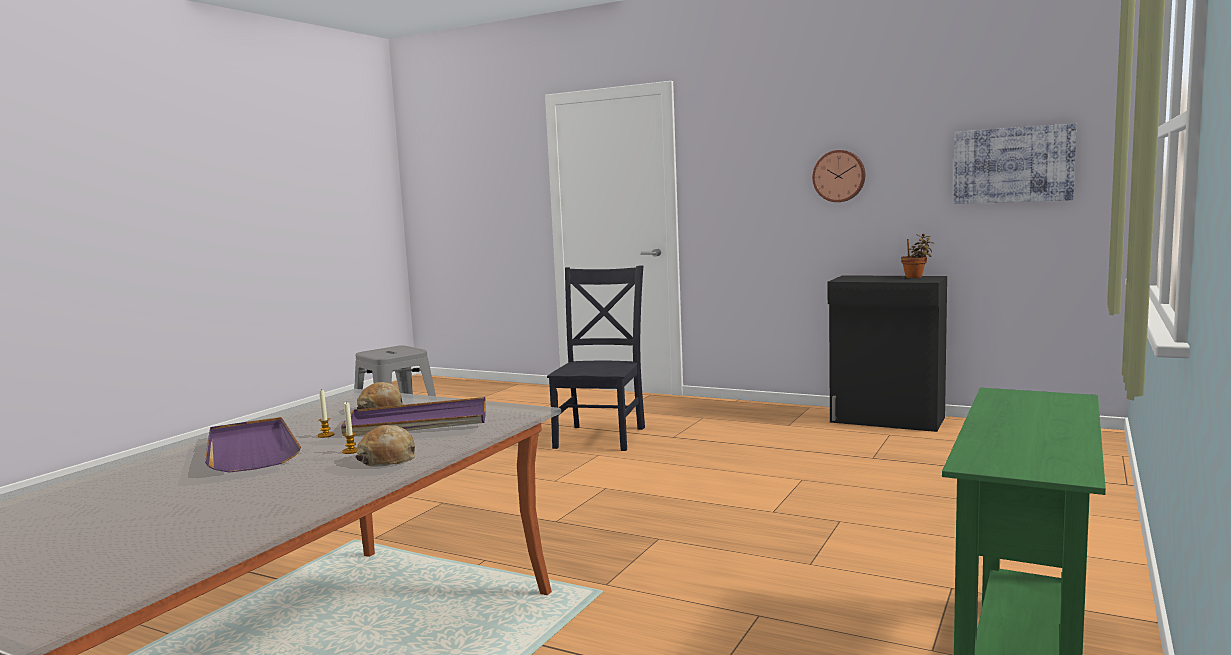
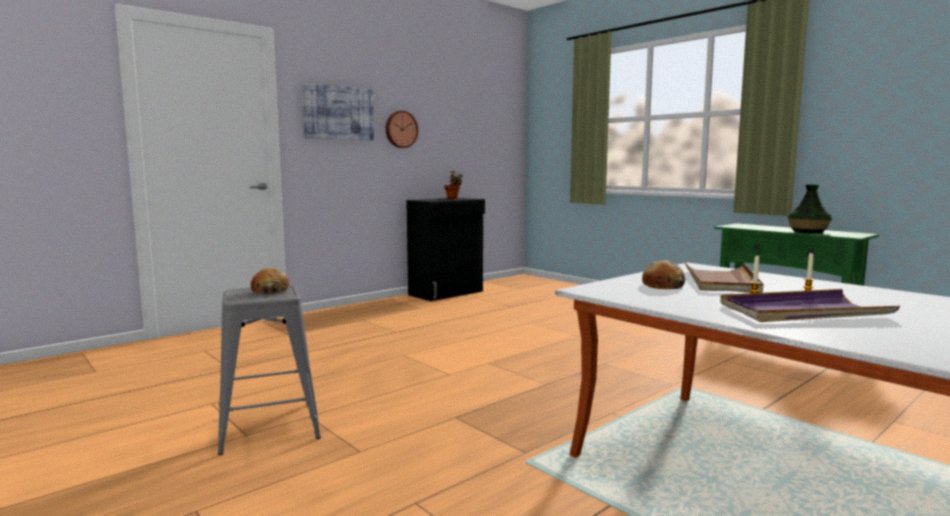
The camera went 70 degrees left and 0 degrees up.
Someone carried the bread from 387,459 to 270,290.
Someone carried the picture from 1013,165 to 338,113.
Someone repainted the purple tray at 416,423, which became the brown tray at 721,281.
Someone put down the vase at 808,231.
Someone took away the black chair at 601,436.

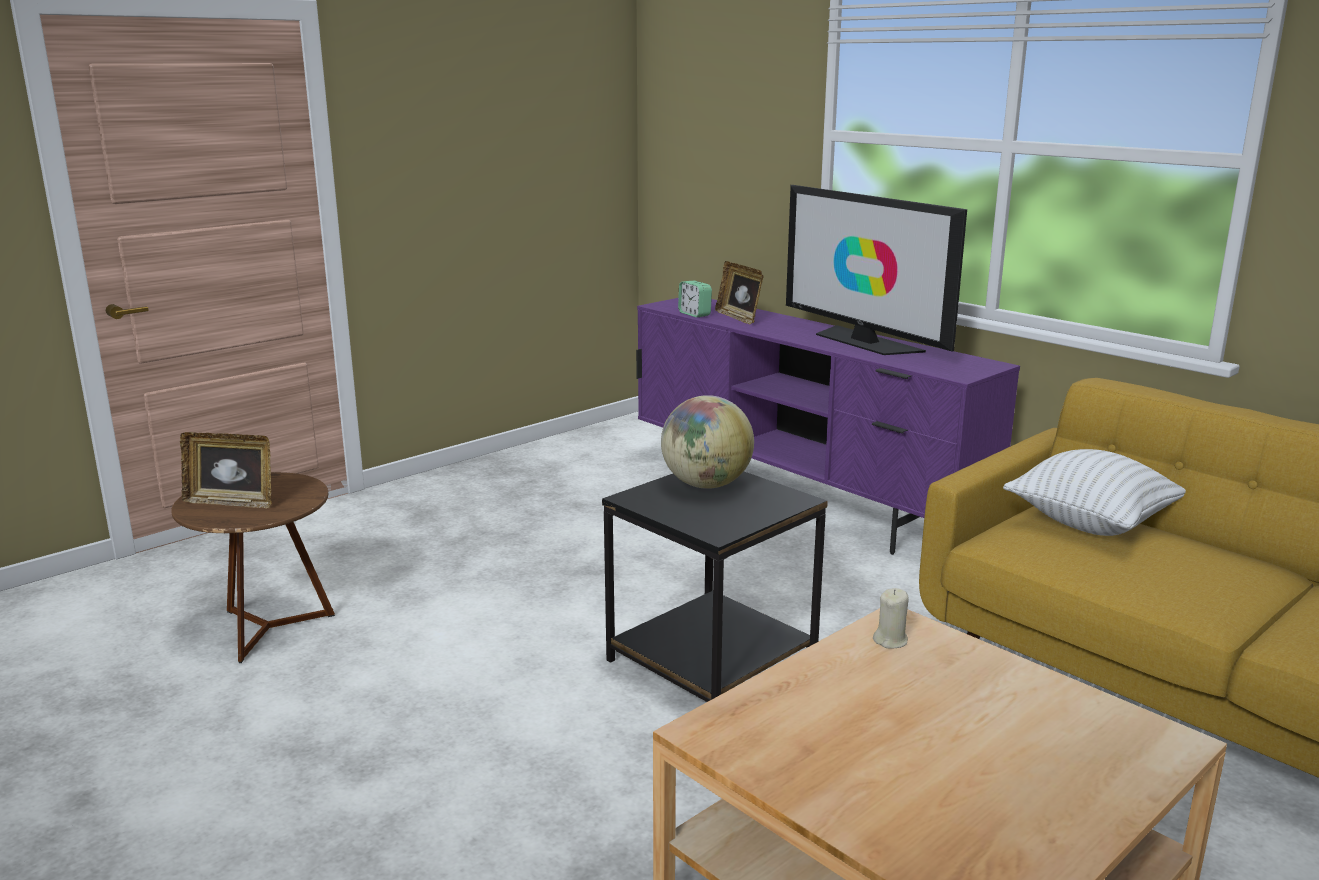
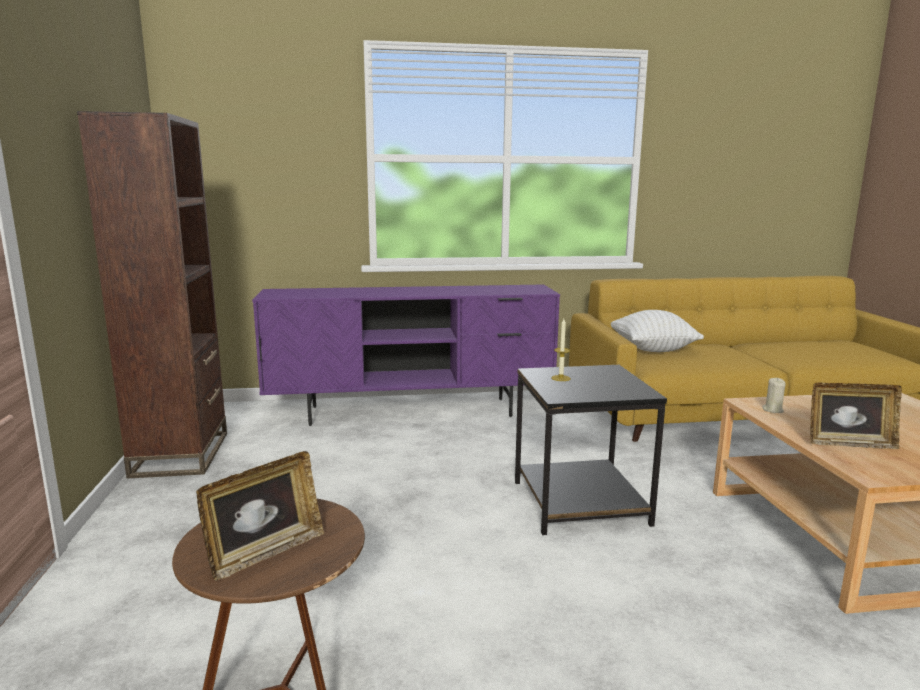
The camera went 55 degrees left and 5 degrees down.
Someone put down the brown bookcase at 181,454.
Someone swapped the globe at 706,485 for the candle at 561,378.
Someone carried the picture frame from 739,317 to 849,444.
Someone took away the alarm clock at 694,314.
Someone took away the television at 864,342.

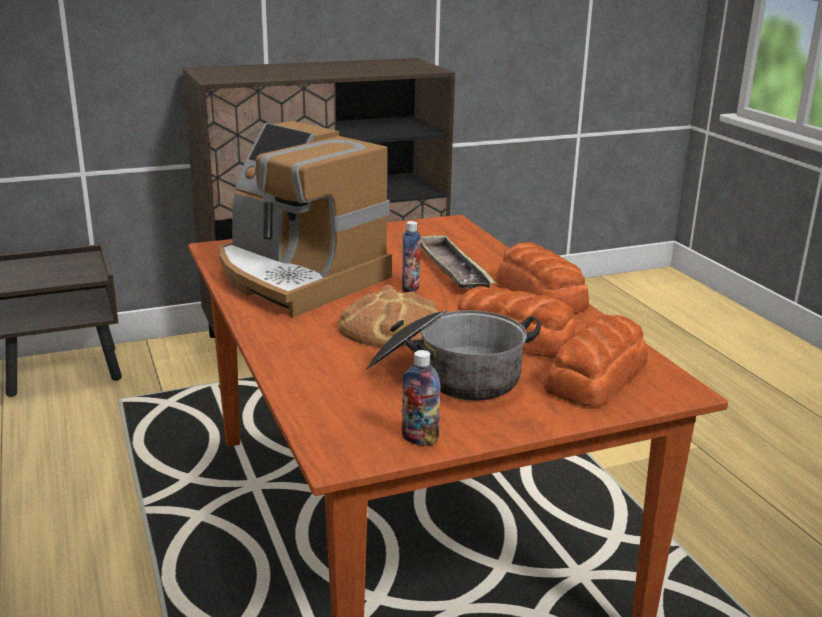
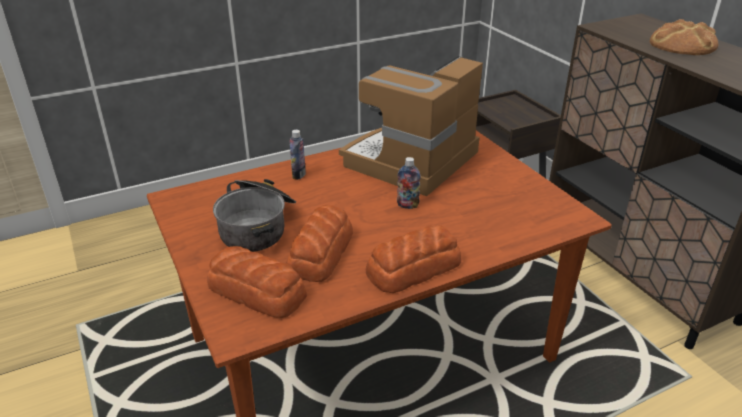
The camera went 85 degrees right and 10 degrees up.
Someone carried the bottle from 419,439 to 299,175.
Someone carried the bread from 389,326 to 683,45.
Someone took away the tray at 452,269.

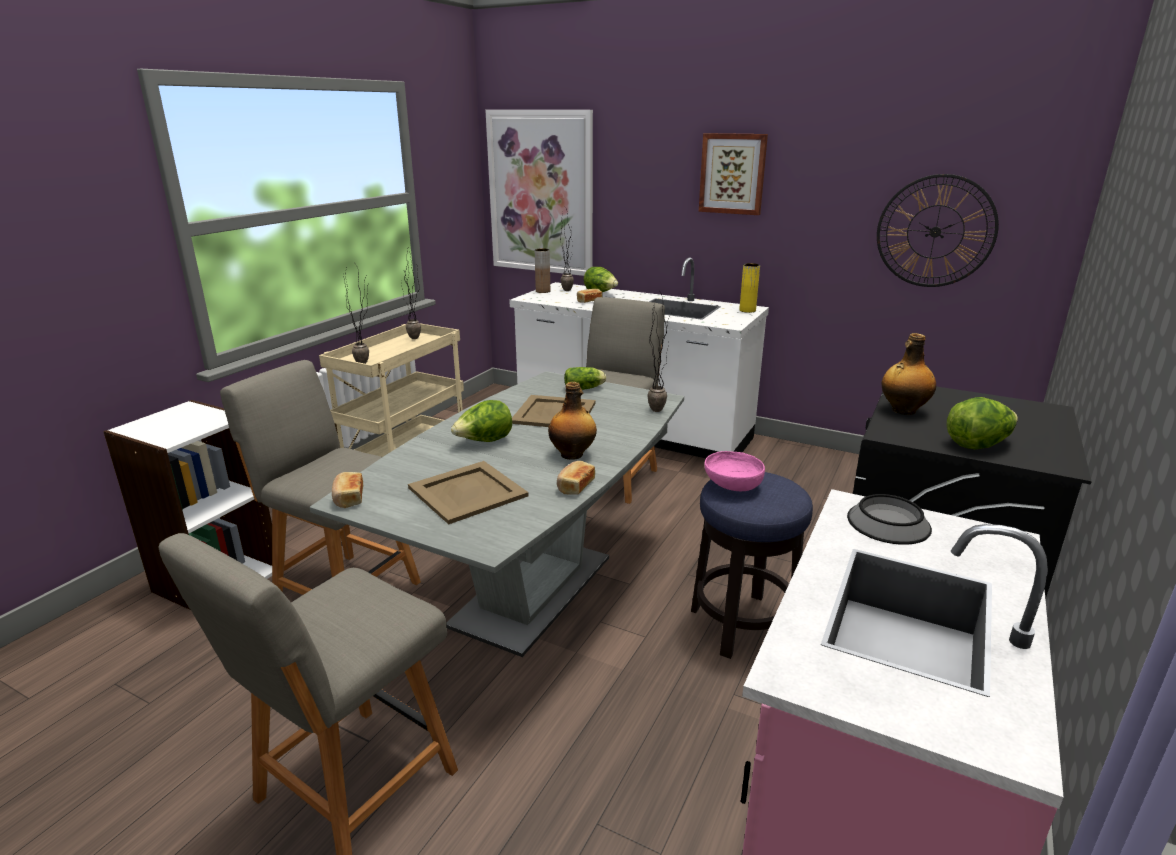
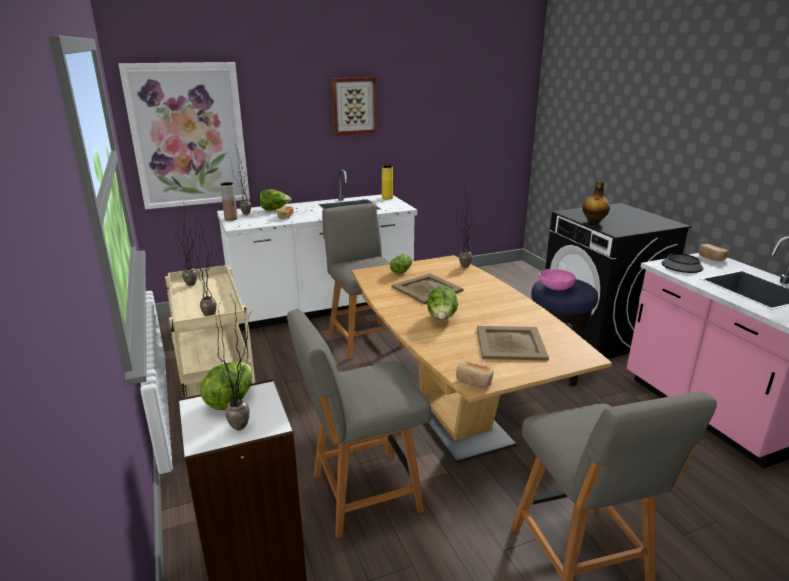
The camera went 50 degrees left and 0 degrees up.
Someone carried the lettuce from 977,444 to 230,400.
Someone put down the potted plant at 247,426.
Someone repainted the grey dining table at 533,591, which became the brown dining table at 454,416.
Someone carried the bread from 575,486 to 711,257.
Someone took away the bottle at 572,455.
Someone took away the wall clock at 935,231.

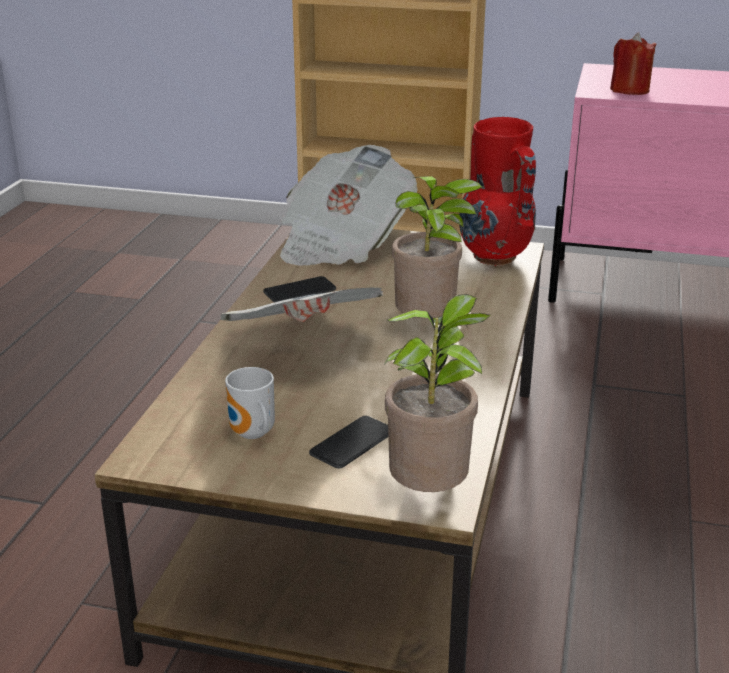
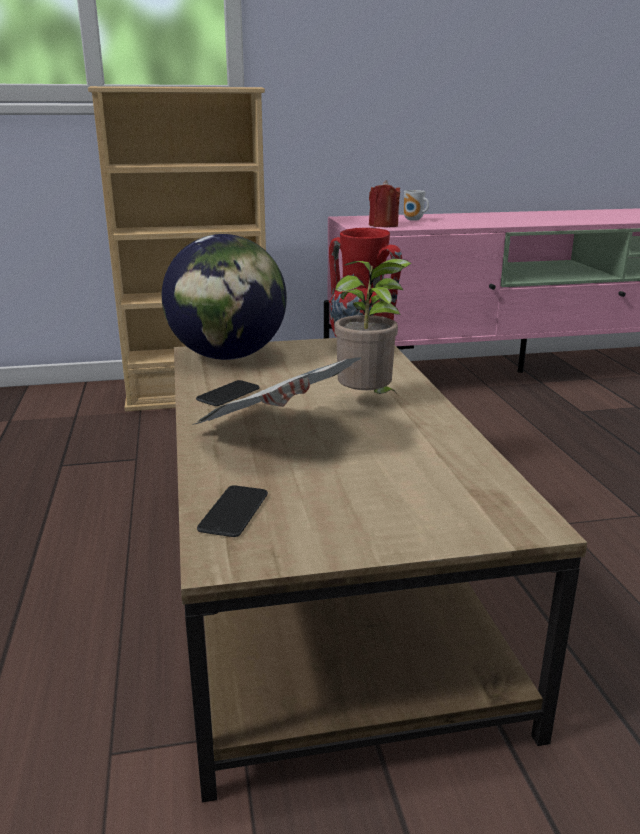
The camera went 25 degrees left and 5 degrees down.
Someone swapped the newspaper at 342,243 for the globe at 227,356.
Someone carried the phone from 352,443 to 234,512.
Someone carried the mug from 252,435 to 414,220.
Someone took away the potted plant at 432,494.

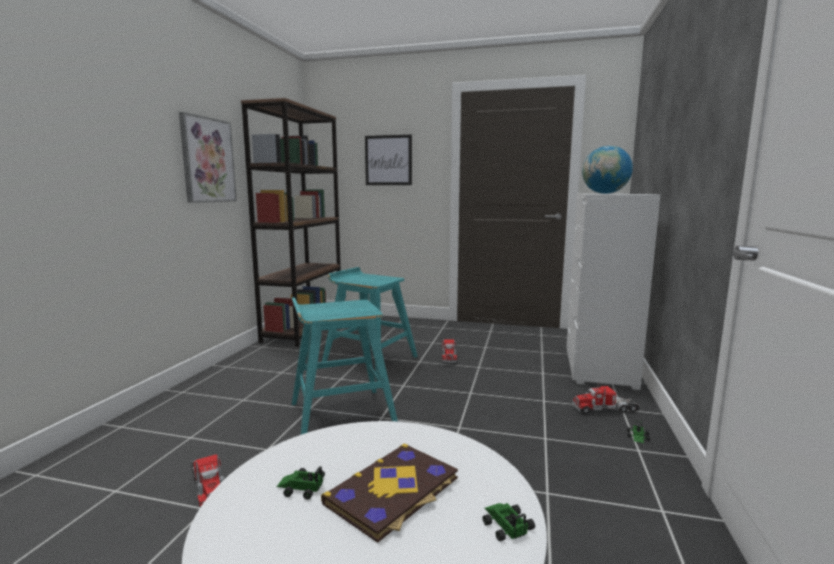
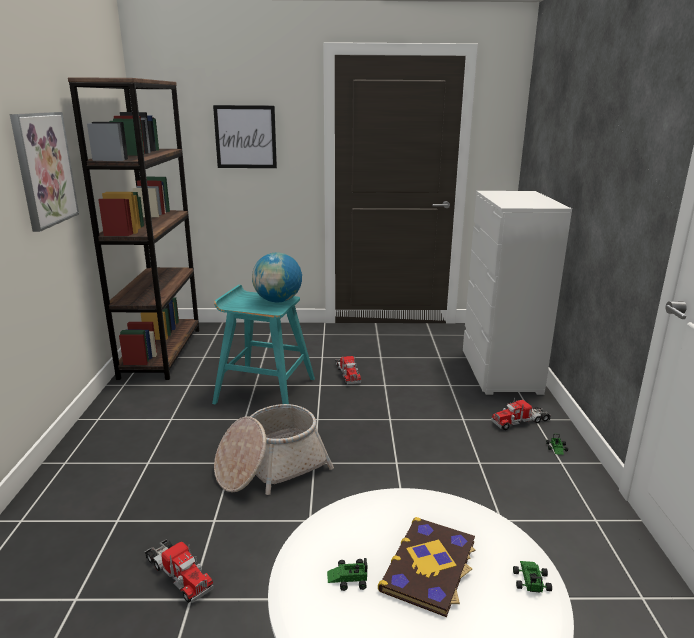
The camera went 15 degrees left and 10 degrees up.
Someone swapped the turquoise stool at 340,416 for the basket at 270,467.
Someone carried the globe from 605,193 to 278,301.
Someone rotated the toy car at 504,522 by 45 degrees clockwise.

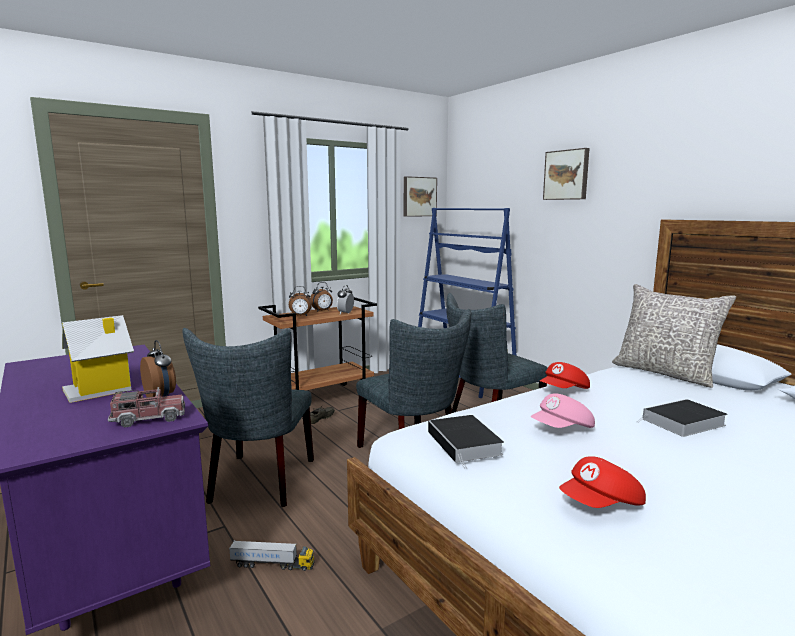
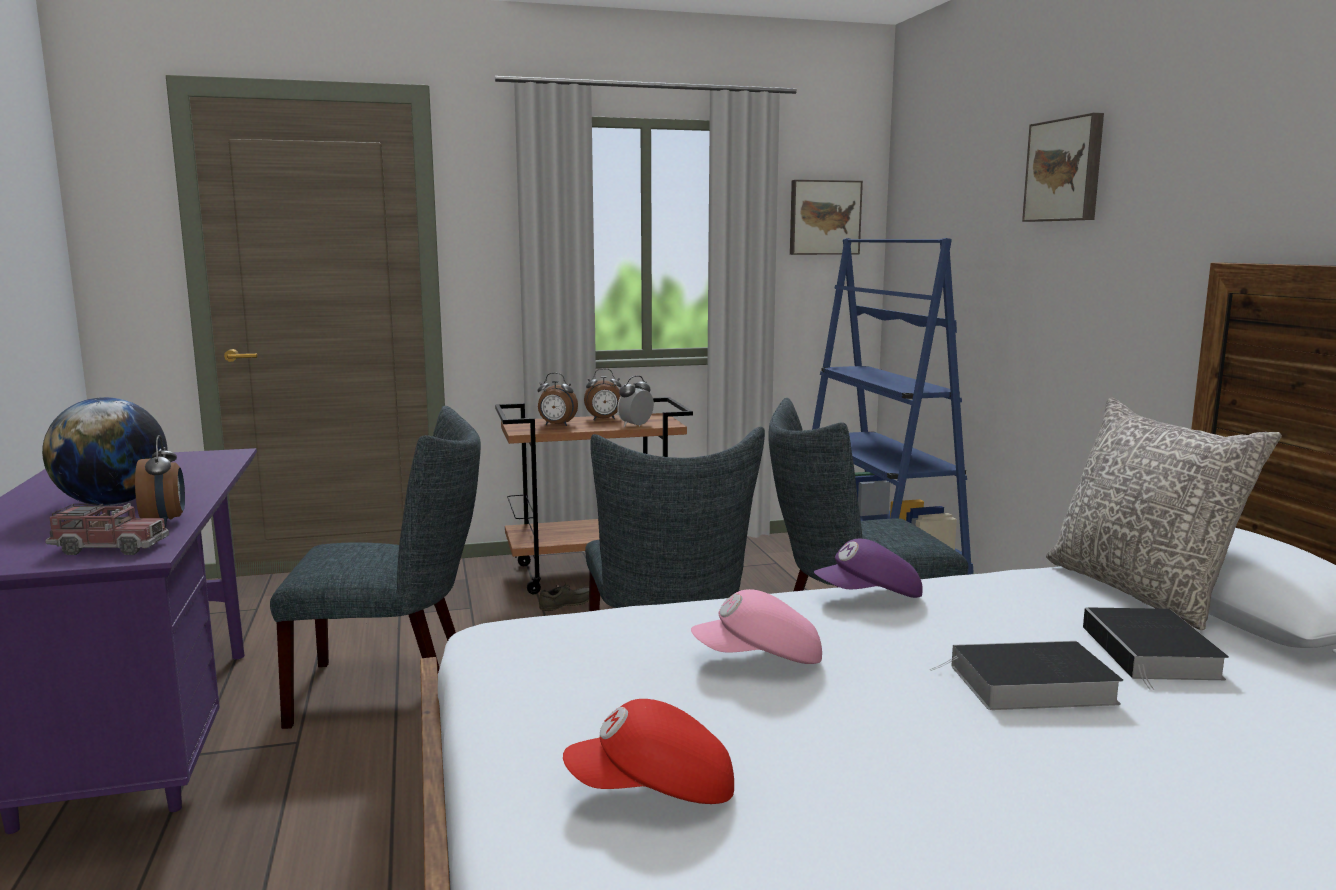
The camera went 20 degrees right and 0 degrees up.
Someone swapped the toy house at 101,390 for the globe at 113,503.
Someone rotated the grey chair at 259,483 by 120 degrees counterclockwise.
Someone repainted the red cap at 564,391, which became the purple cap at 869,597.
Someone carried the book from 465,444 to 1153,654.
Someone took away the toy truck at 272,565.

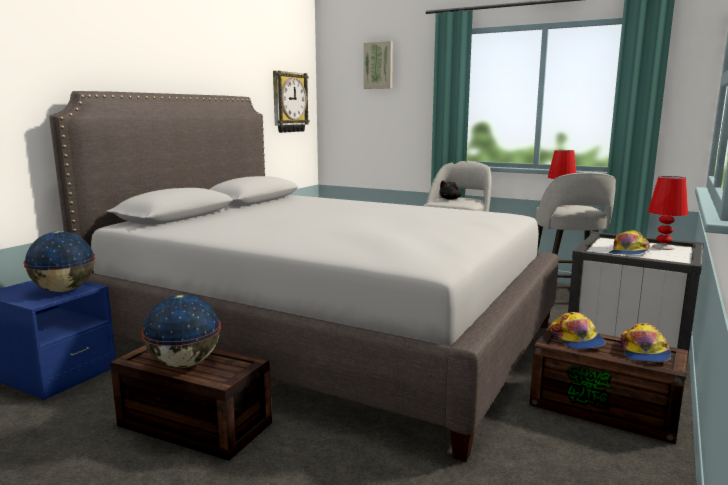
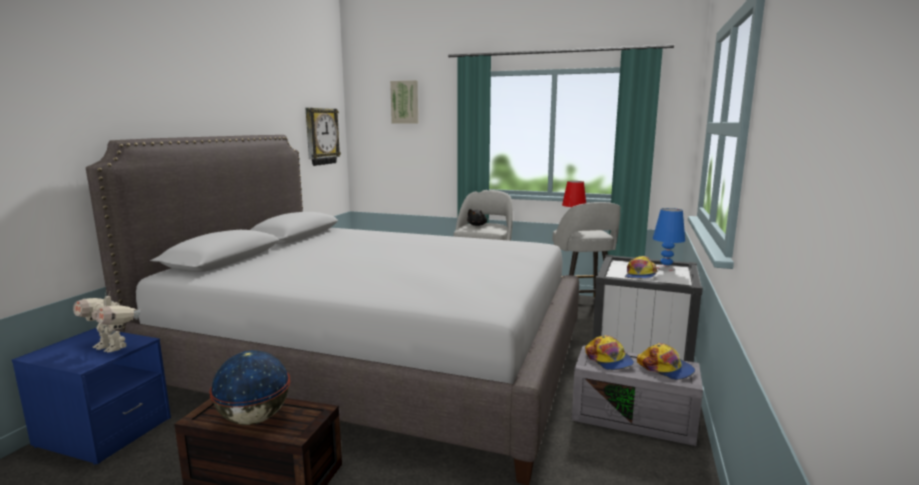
The camera went 10 degrees left and 0 degrees up.
Someone swapped the globe at 64,290 for the toy robot at 112,347.
Someone repainted the brown storage box at 606,407, which became the grey storage box at 634,416.
Someone rotated the cap at 644,352 by 45 degrees counterclockwise.
Someone repainted the red table lamp at 663,247, which became the blue table lamp at 666,268.

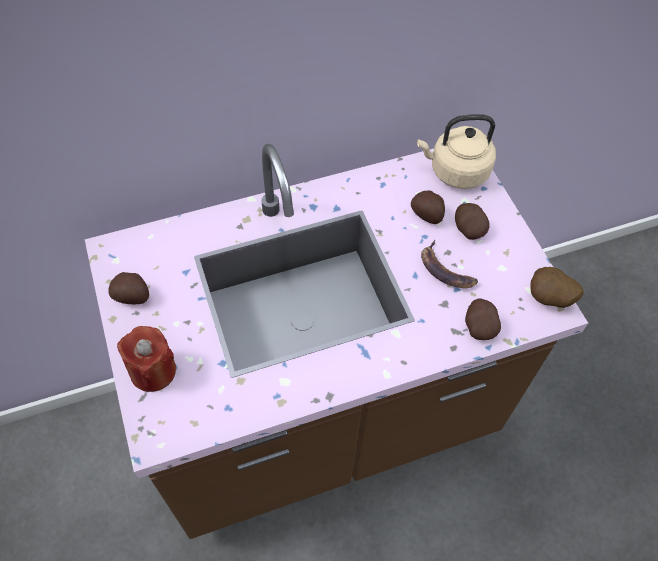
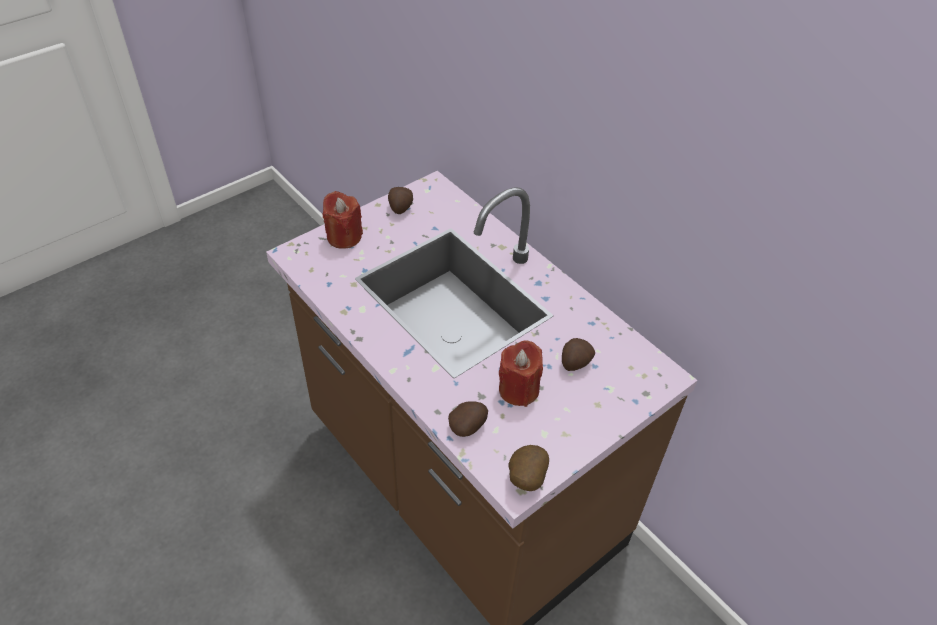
The camera went 70 degrees right and 10 degrees down.
Someone swapped the banana at 446,270 for the red candle at 518,389.
Someone took away the beige kettle at 455,171.
Someone took away the potato at 468,229.

